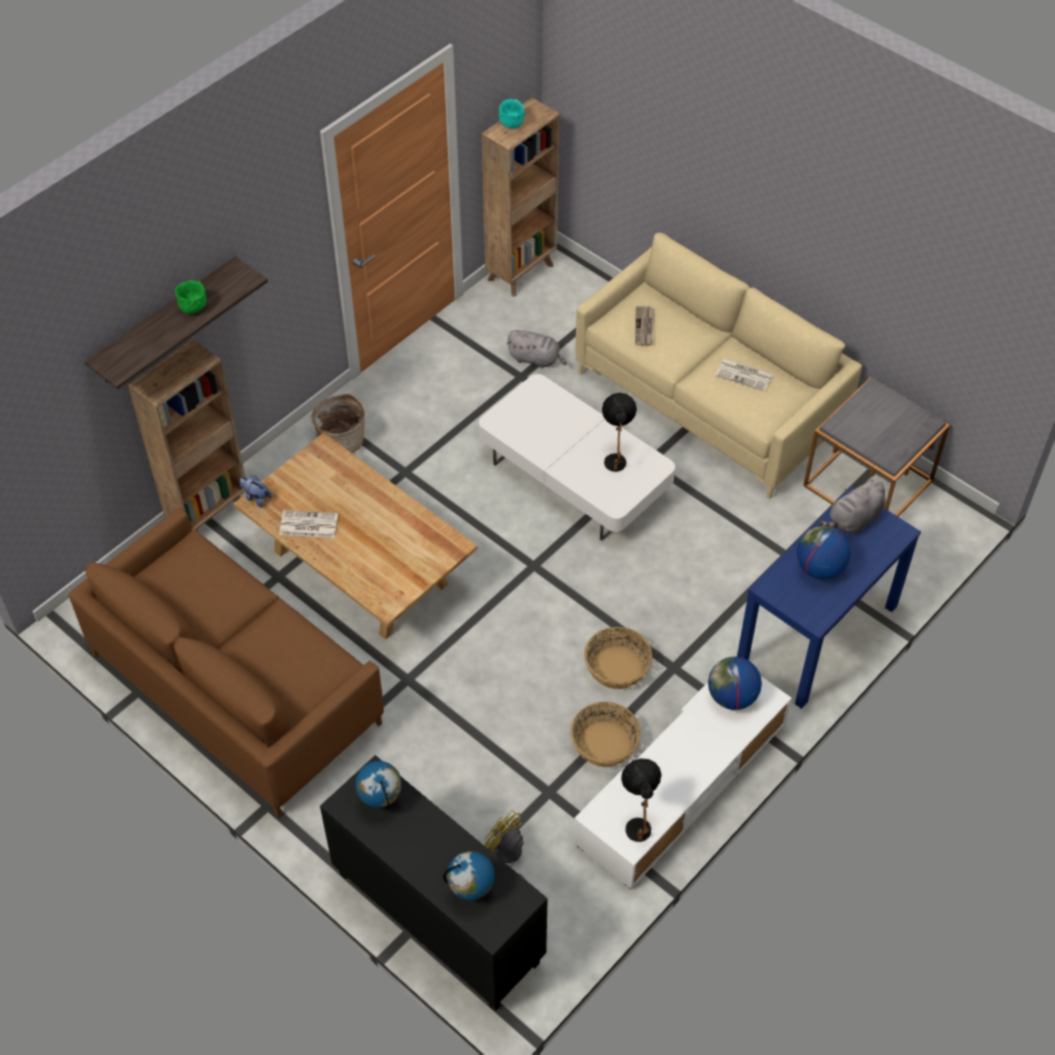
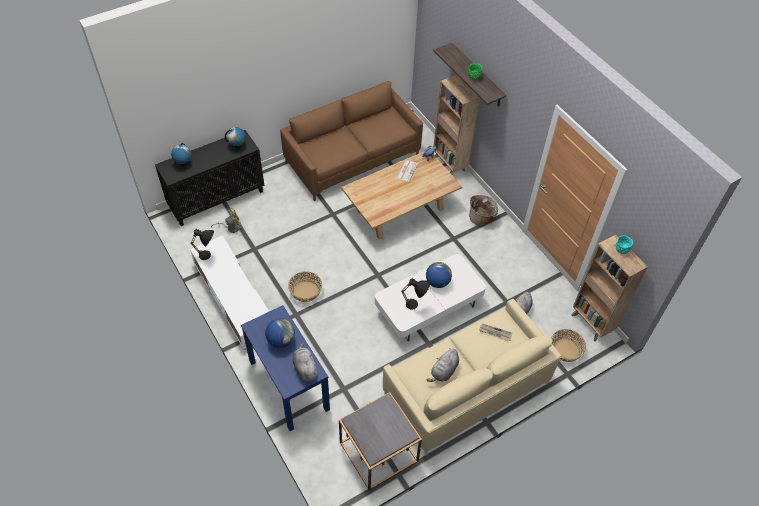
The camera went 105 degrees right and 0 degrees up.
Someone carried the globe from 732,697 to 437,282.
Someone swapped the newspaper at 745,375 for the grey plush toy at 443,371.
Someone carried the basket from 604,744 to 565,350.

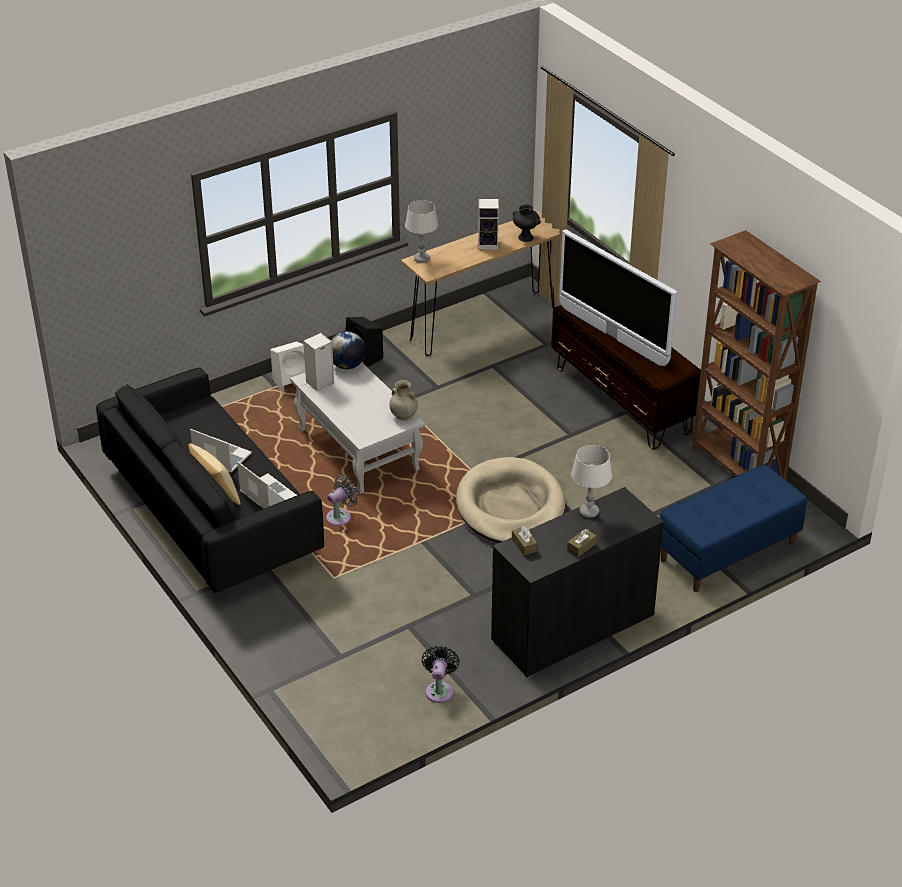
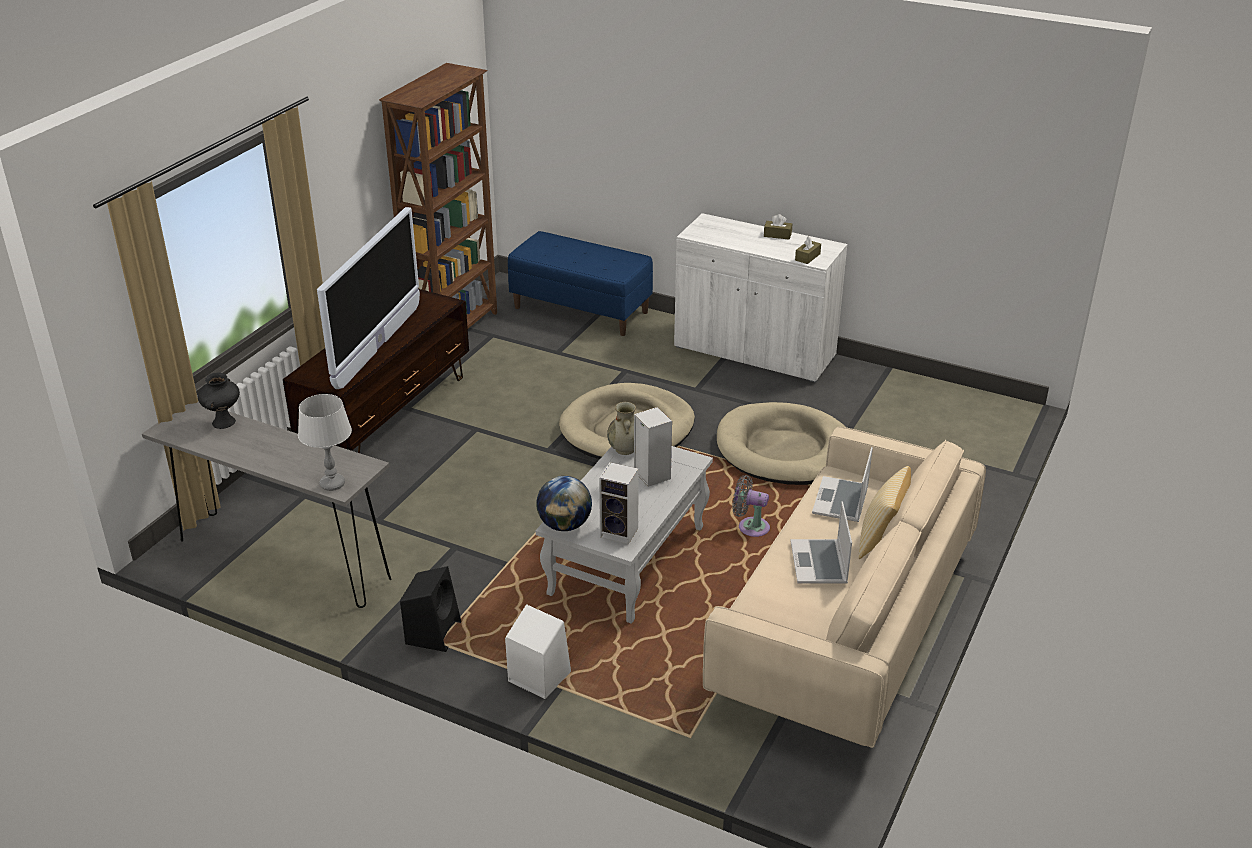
The camera went 120 degrees left and 5 degrees down.
Someone repainted the brown console table at 483,323, which became the grey console table at 283,559.
Someone carried the speaker from 489,244 to 650,475.
Someone repainted the black cabinet at 572,628, which became the white cabinet at 754,352.
Someone repainted the black sofa at 212,513, which became the beige sofa at 844,624.
Someone put down the beige dog bed at 785,450.
Someone took away the black fan at 439,690.
Someone took away the grey table lamp at 589,512.

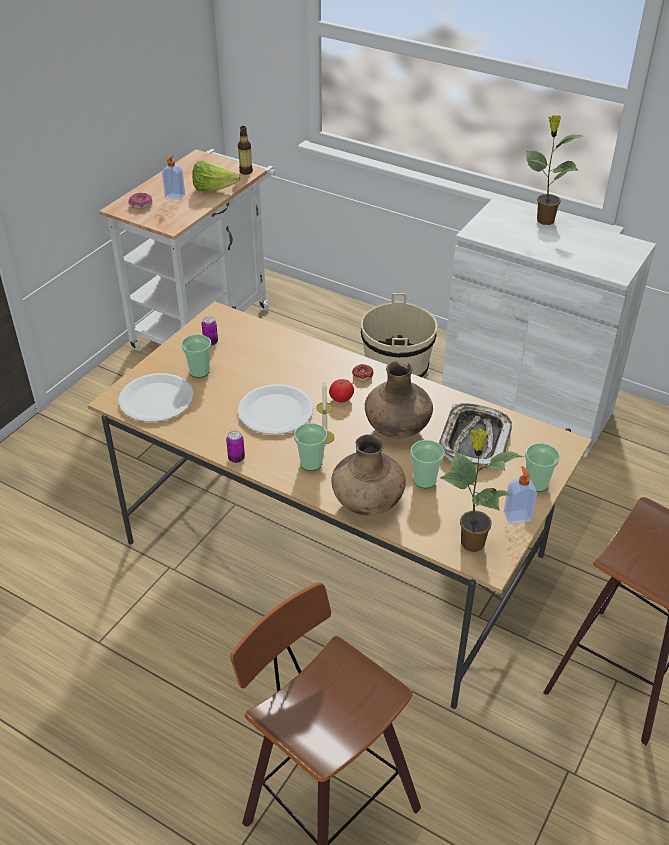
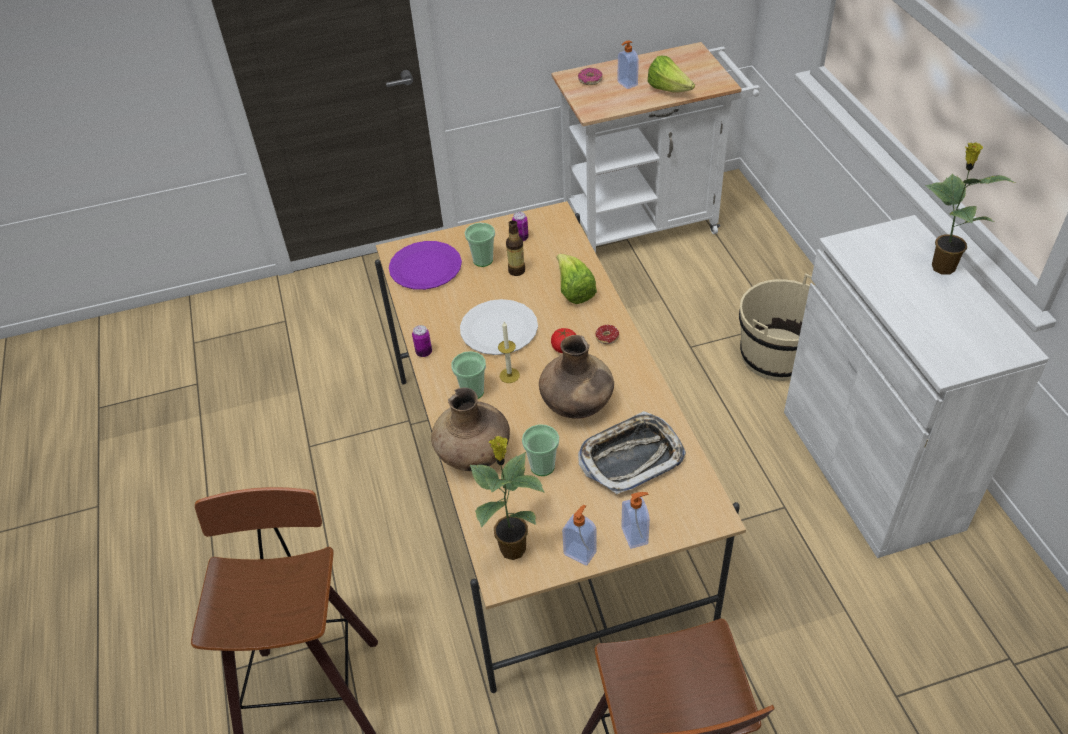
The camera went 45 degrees right and 5 degrees up.
Someone repainted the white plate at 156,399, which became the purple plate at 425,267.
Someone carried the bottle from 246,171 to 516,270.
Someone put down the lettuce at 574,291.
Someone swapped the cup at 536,484 for the soap dispenser at 635,535.

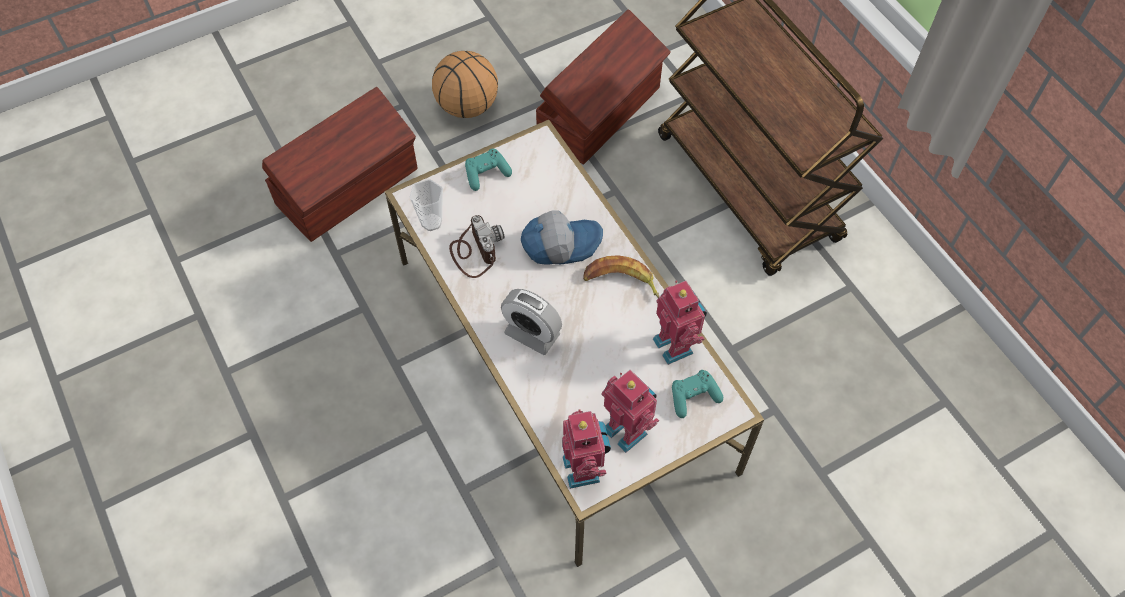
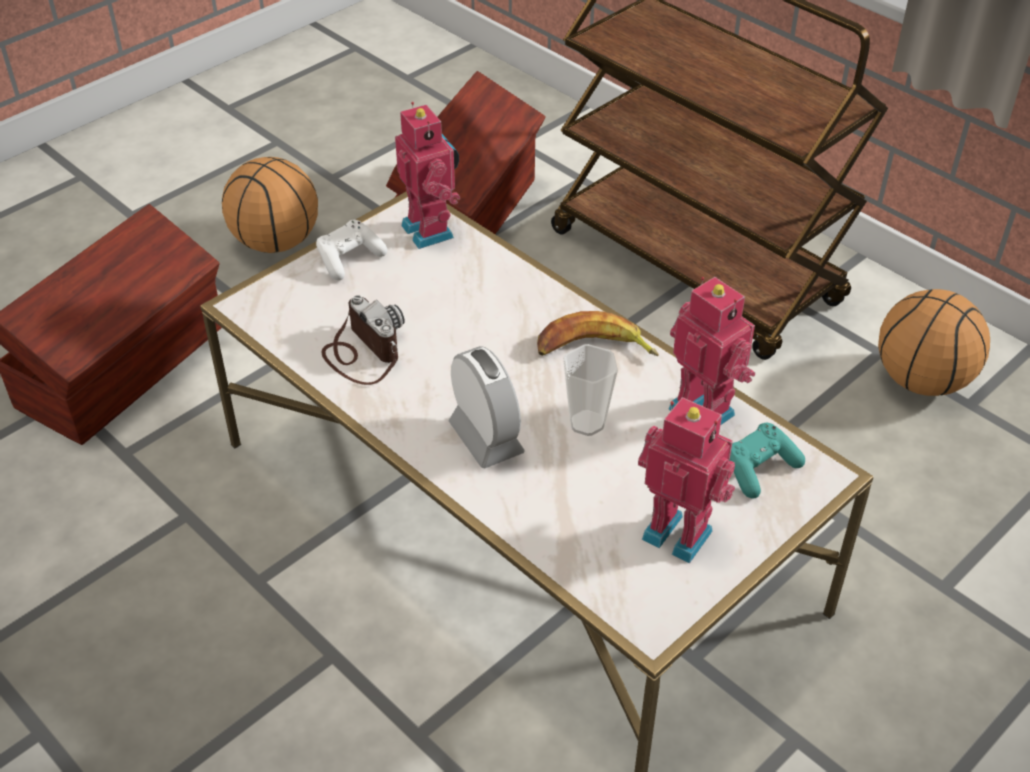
The camera went 15 degrees left and 15 degrees down.
Someone repainted the turquoise game controller at 486,174, which became the white game controller at 349,259.
Someone carried the toy robot from 584,468 to 431,230.
Someone rotated the alarm clock at 532,334 by 135 degrees counterclockwise.
Someone carried the cup from 431,222 to 587,423.
Someone put down the basketball at 921,379.
Someone took away the cap at 560,243.

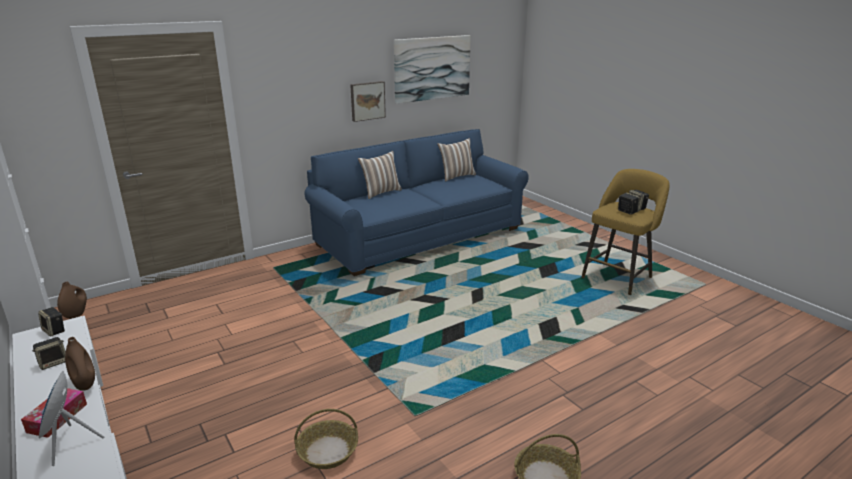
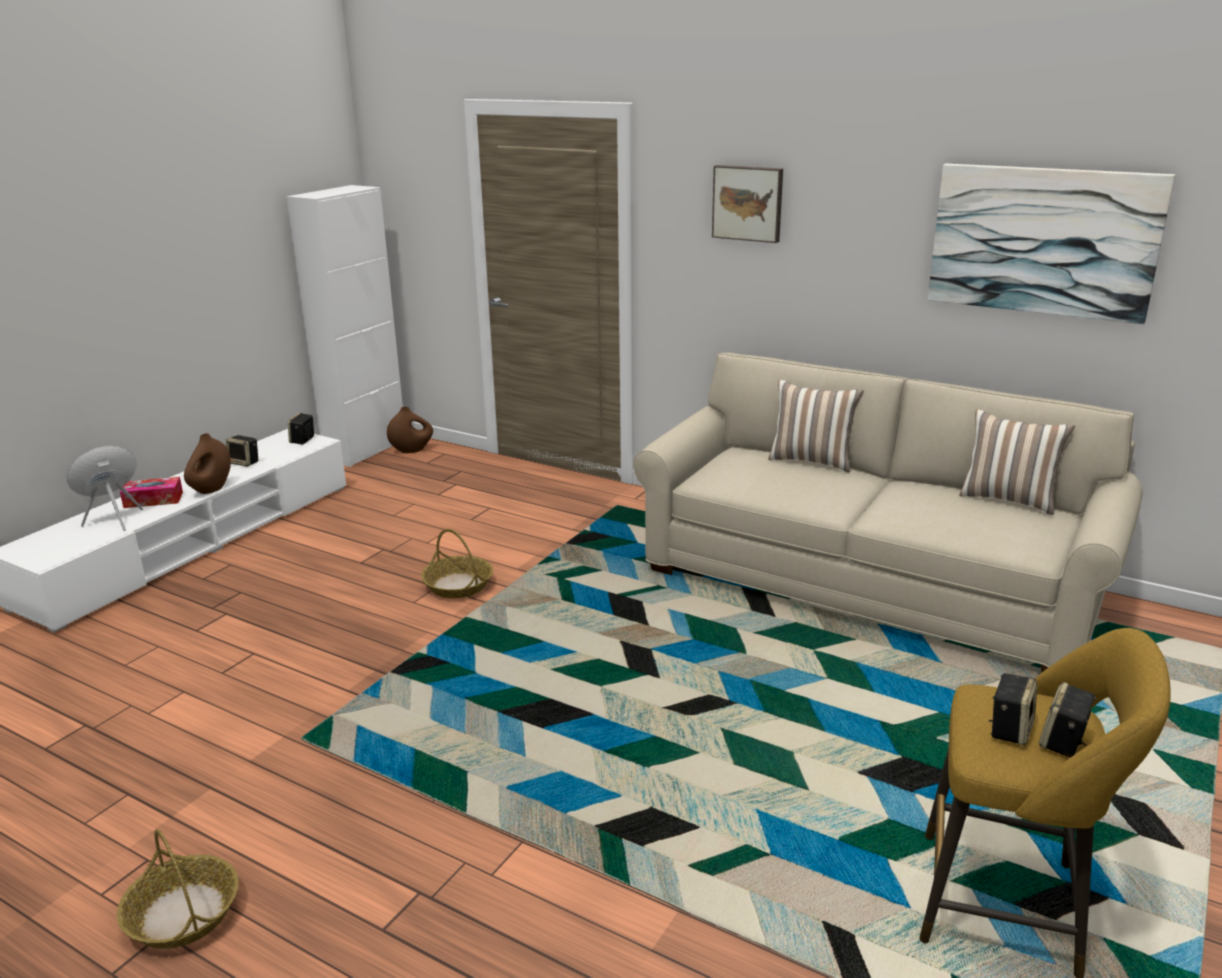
The camera went 65 degrees right and 0 degrees up.
Someone carried the basket from 328,451 to 458,585.
Someone repainted the blue sofa at 419,236, which became the beige sofa at 870,582.
Someone carried the picture from 367,101 to 748,203.

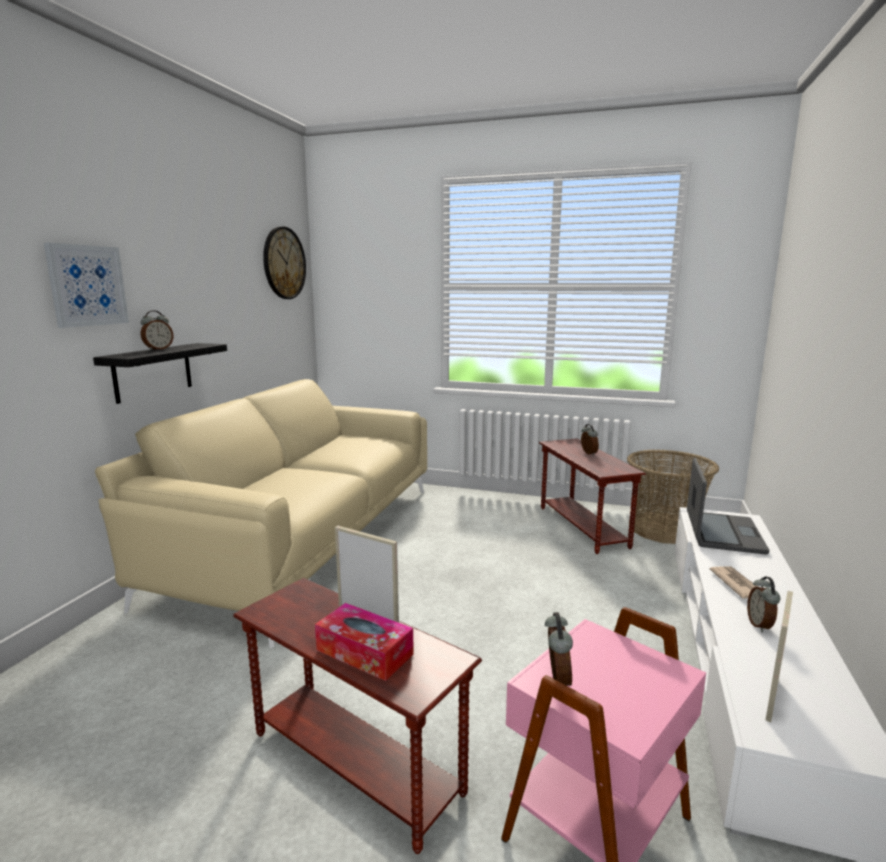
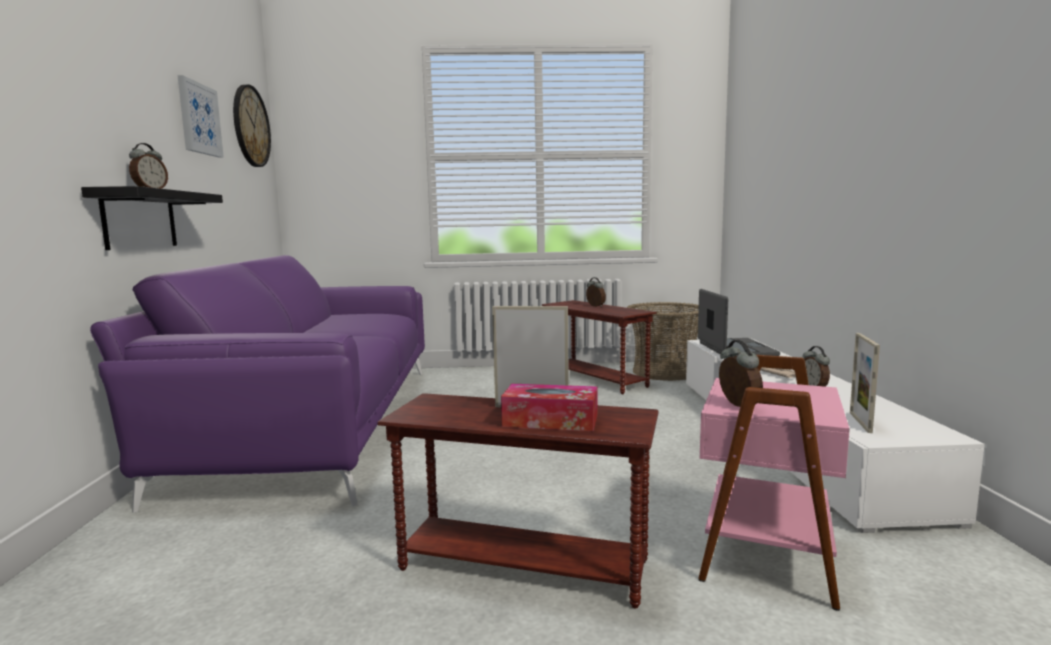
The camera went 20 degrees left and 5 degrees down.
Someone repainted the beige sofa at 303,538, which became the purple sofa at 316,422.
Someone carried the picture from 87,285 to 199,119.

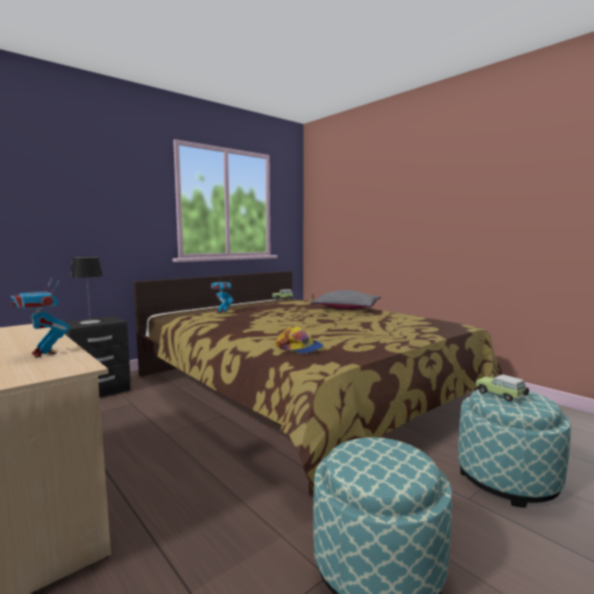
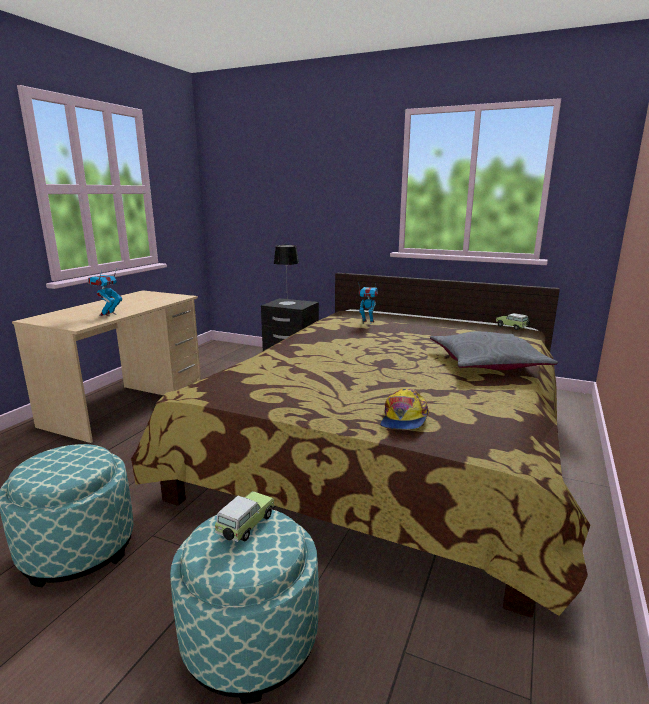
The camera went 65 degrees right and 10 degrees up.
Someone carried the cap from 300,348 to 404,419.

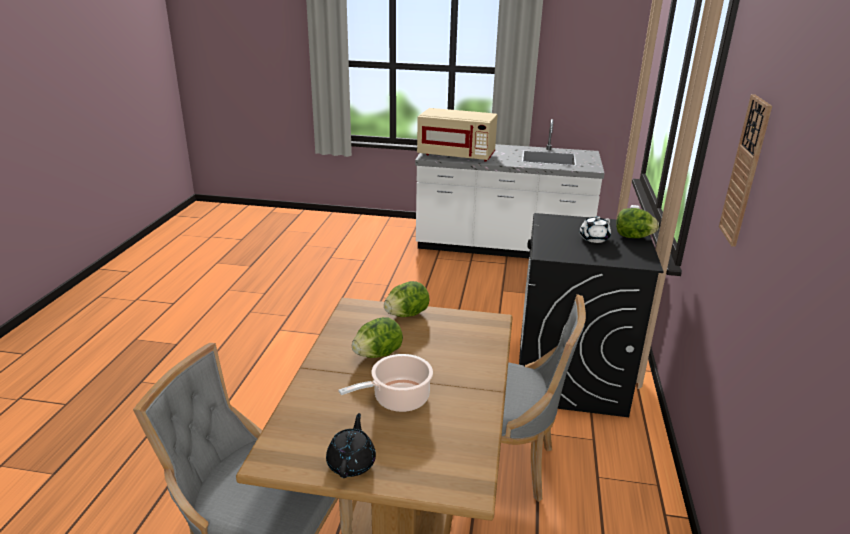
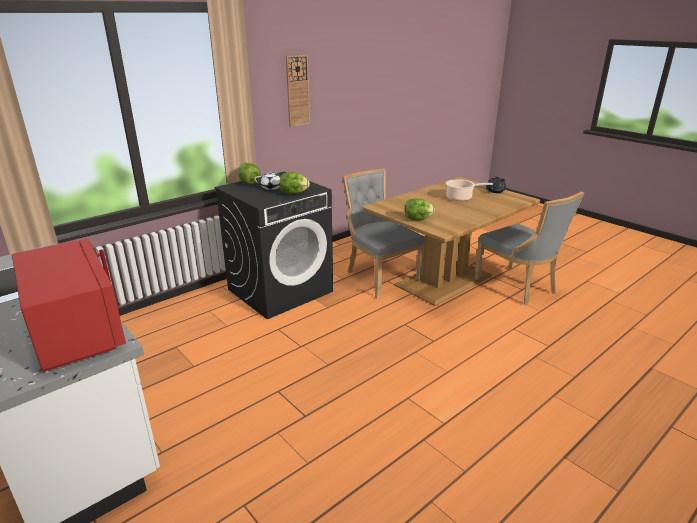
The camera went 140 degrees left and 0 degrees up.
Someone repainted the beige microwave at 456,155, which became the red microwave at 75,331.
Someone carried the lettuce from 378,354 to 293,193.

